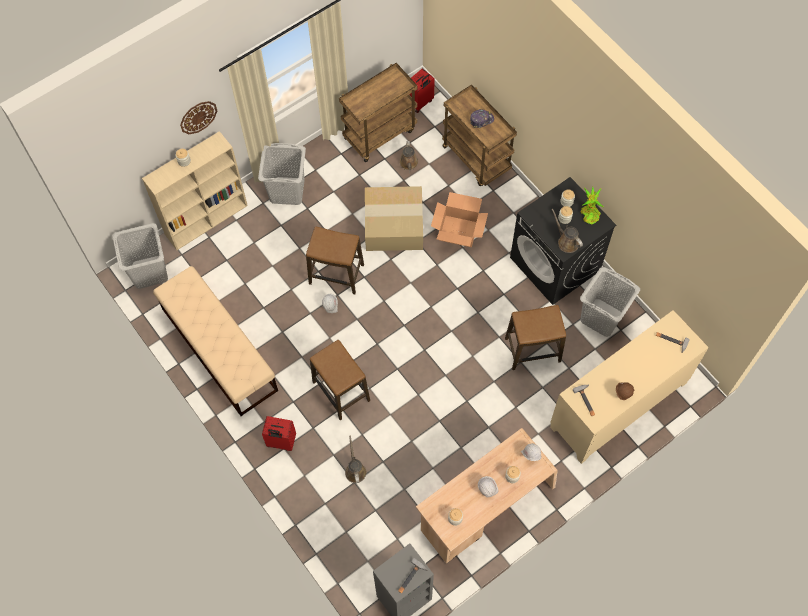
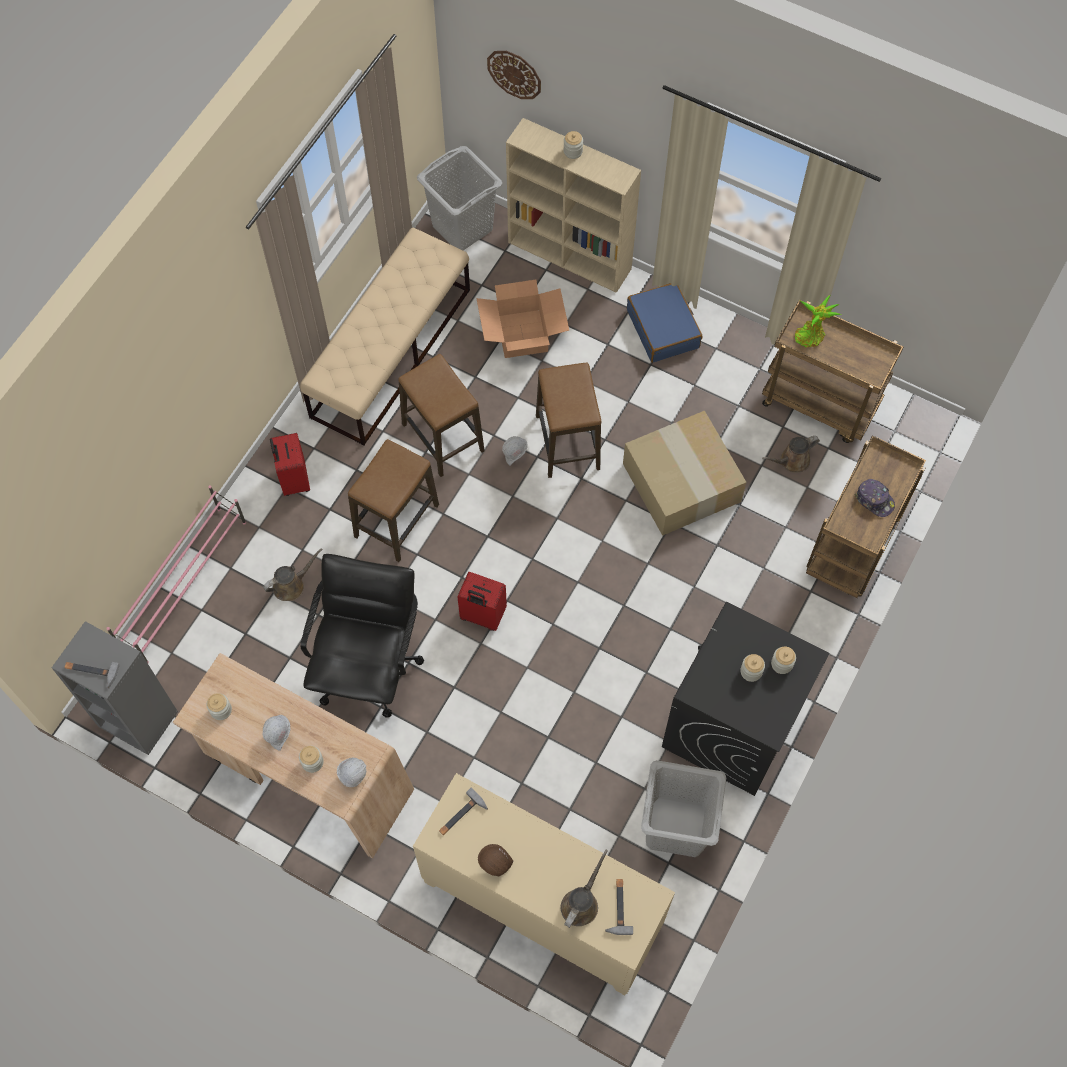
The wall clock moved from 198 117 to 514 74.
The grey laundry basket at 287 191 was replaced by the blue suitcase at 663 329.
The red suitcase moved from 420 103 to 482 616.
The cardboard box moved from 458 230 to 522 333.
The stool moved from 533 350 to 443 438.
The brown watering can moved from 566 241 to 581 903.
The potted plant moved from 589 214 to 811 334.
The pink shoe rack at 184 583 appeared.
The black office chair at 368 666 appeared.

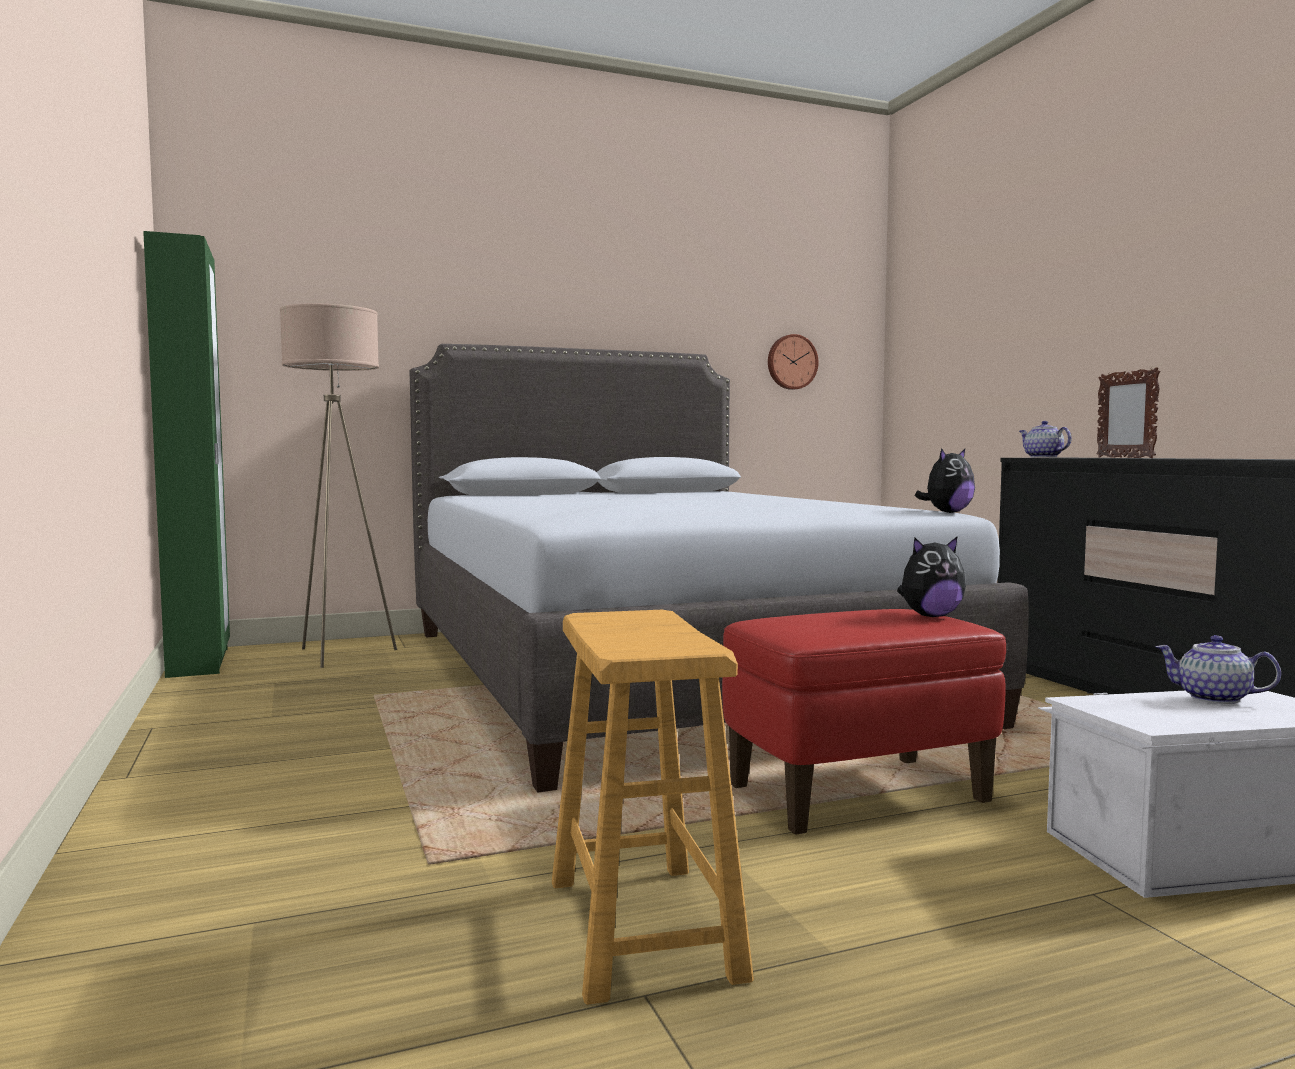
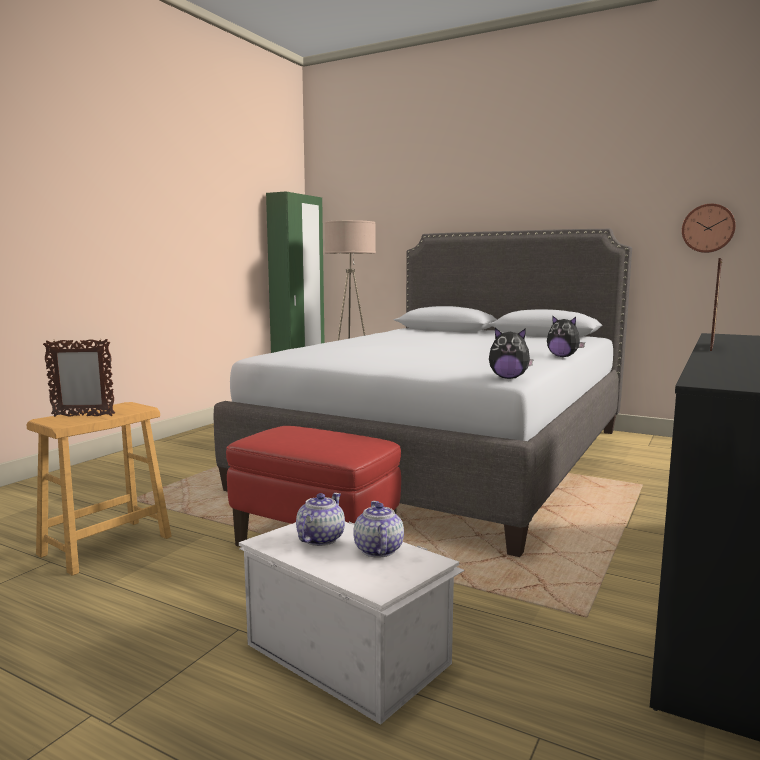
The plush toy moved from 930 616 to 563 357.
The teapot moved from 1042 457 to 320 538.
The picture frame at 83 416 appeared.

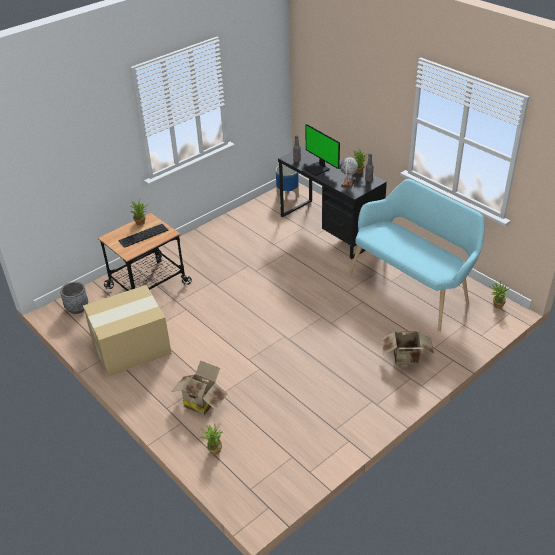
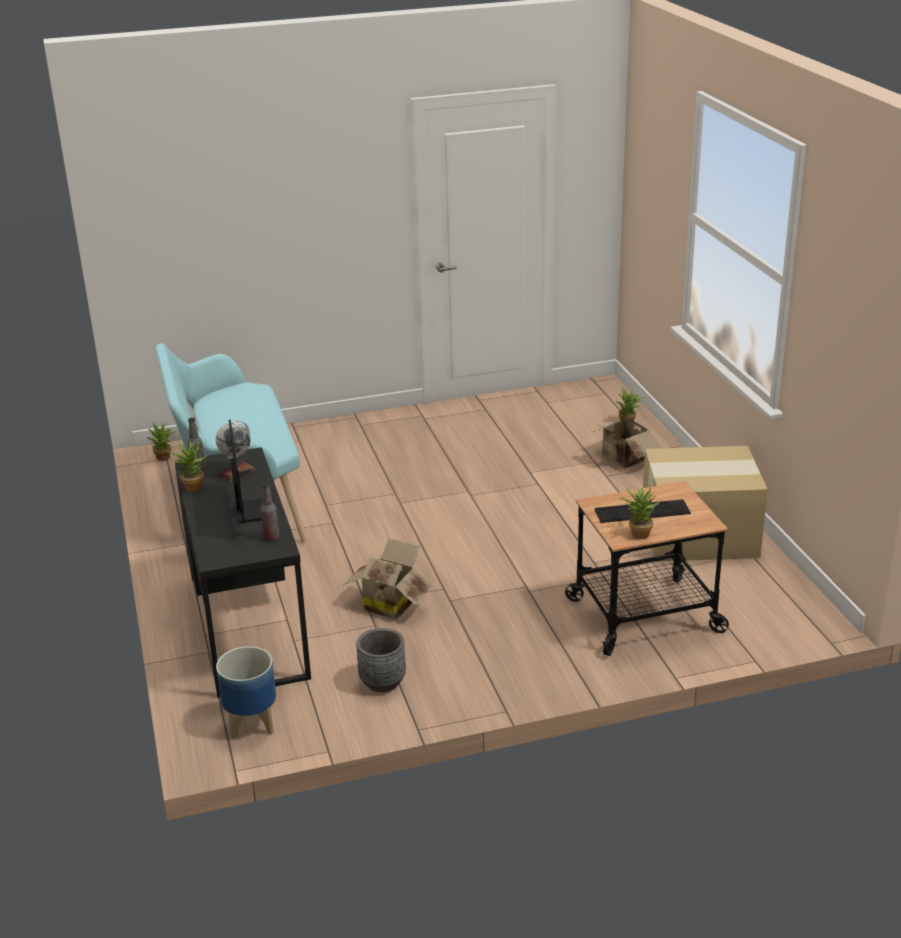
The grey planter moved from 77 308 to 382 682.
The cardboard box moved from 406 359 to 390 604.

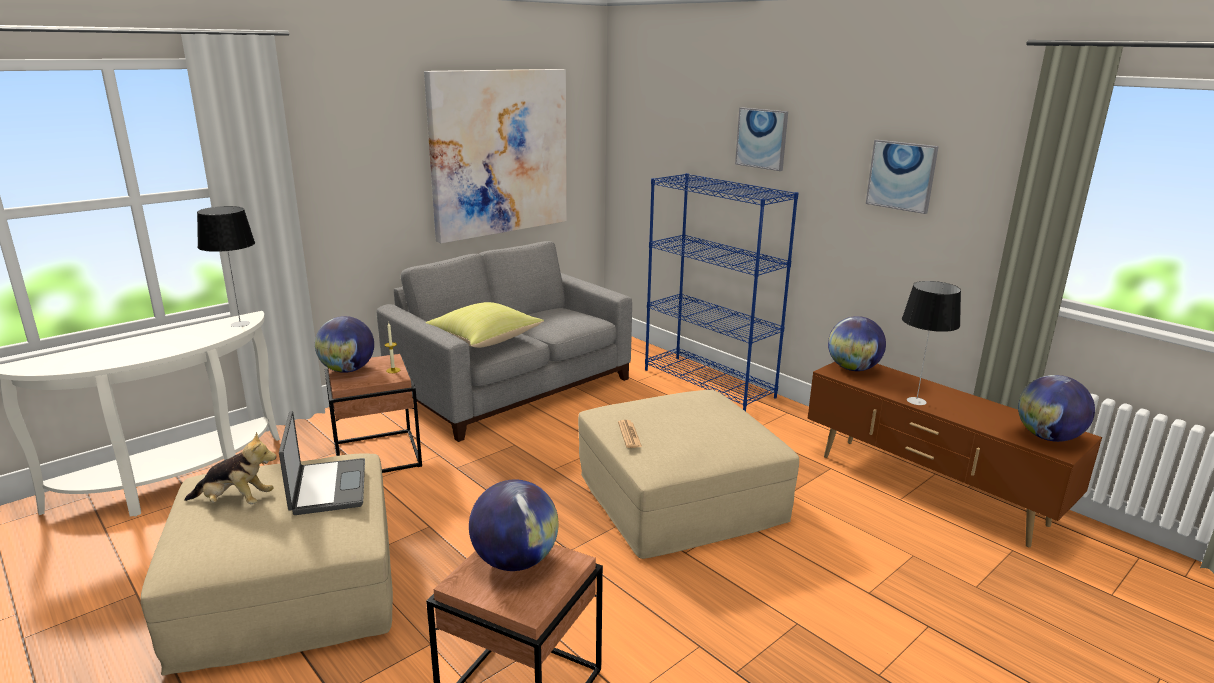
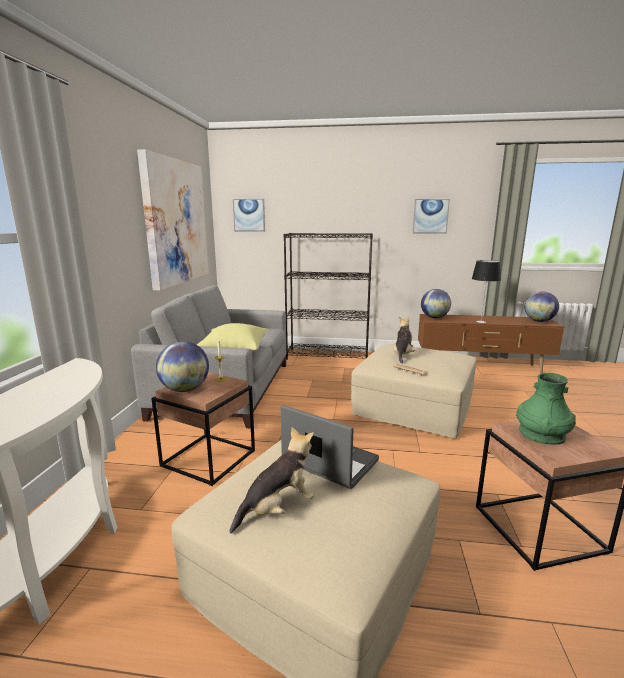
The table lamp at 240 323 disappeared.
The globe at 515 561 was replaced by the green vase at 541 434.
The blue bookcase at 709 383 became the black bookcase at 328 356.
The picture moved from 762 138 to 249 215.
The plush toy at 402 355 appeared.

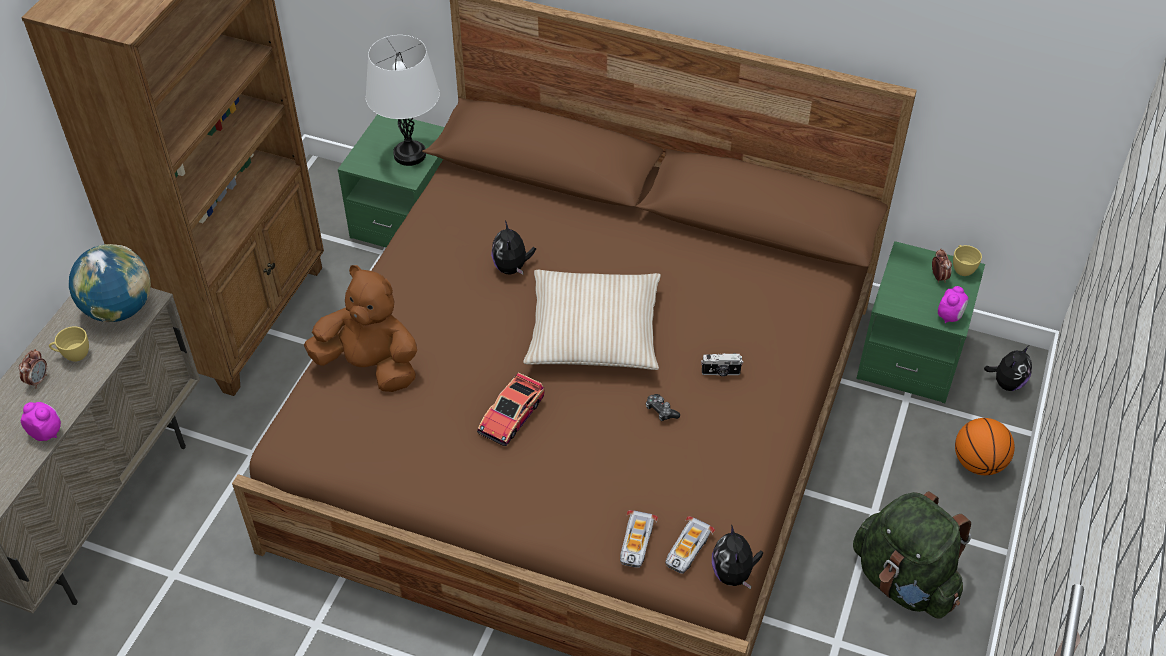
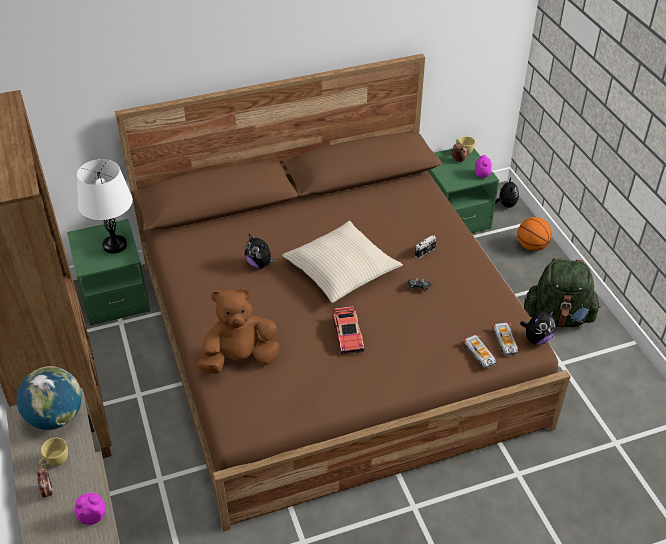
The plush toy at 733 574 turned 75 degrees counterclockwise.

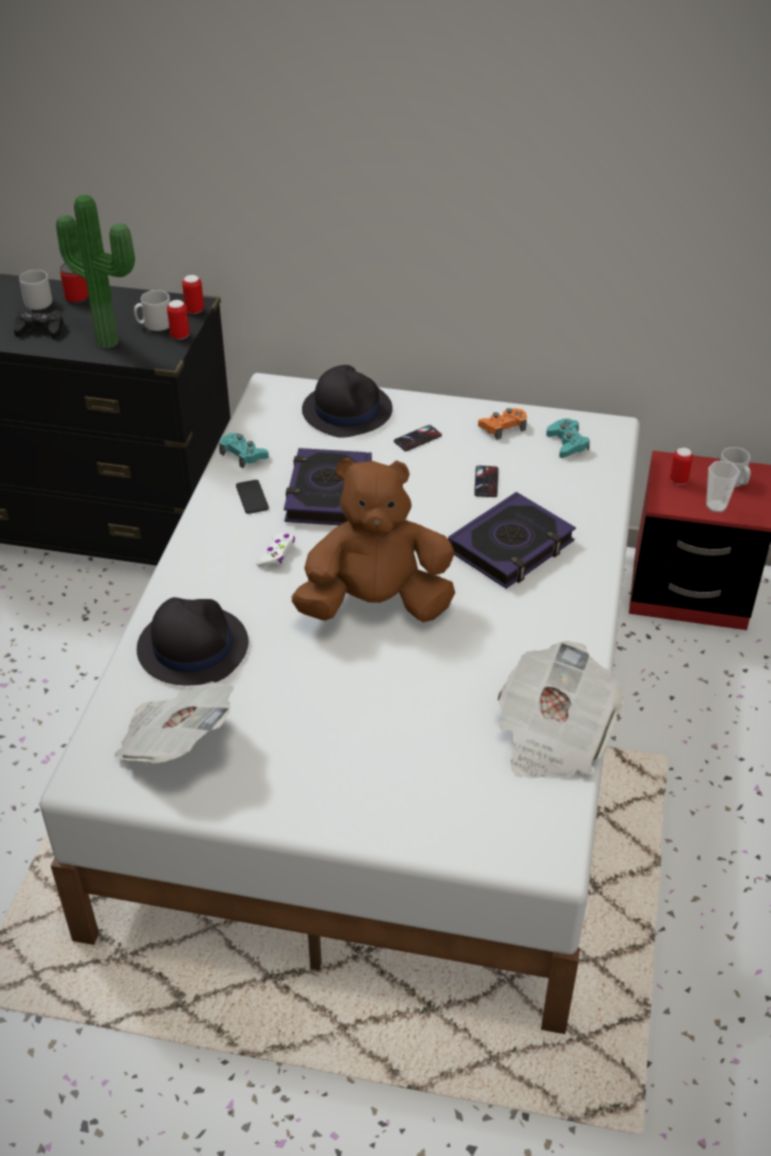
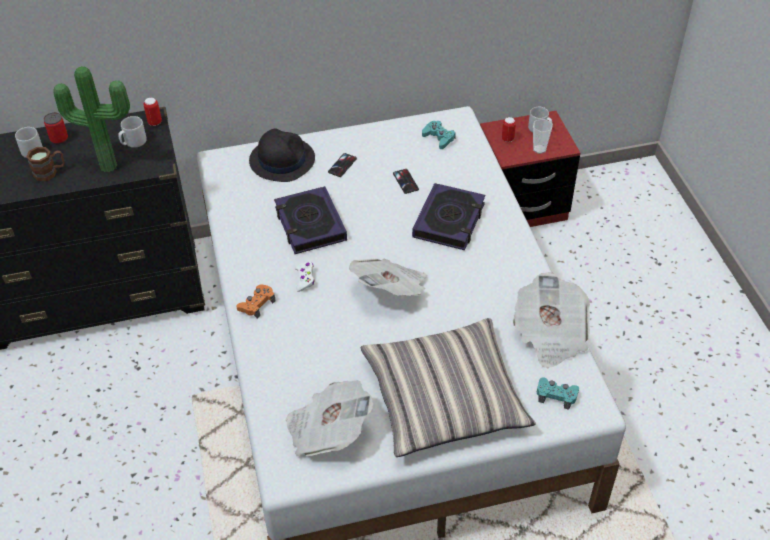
The black game controller at 40 329 was replaced by the brown mug at 50 172.
The black hat at 192 646 disappeared.
The can at 180 336 disappeared.
The turquoise game controller moved from 243 455 to 556 395.
The phone at 252 497 disappeared.
The brown plush toy at 376 604 was replaced by the newspaper at 391 290.
The orange game controller moved from 503 427 to 257 304.
The pillow at 445 397 appeared.

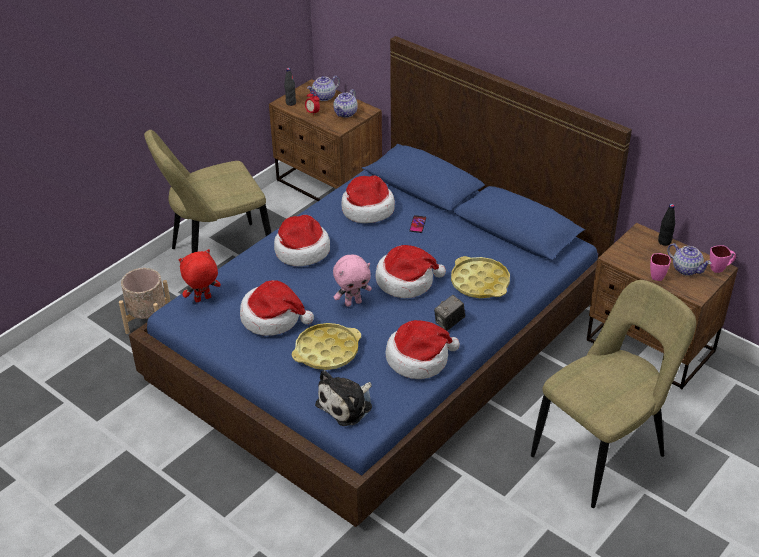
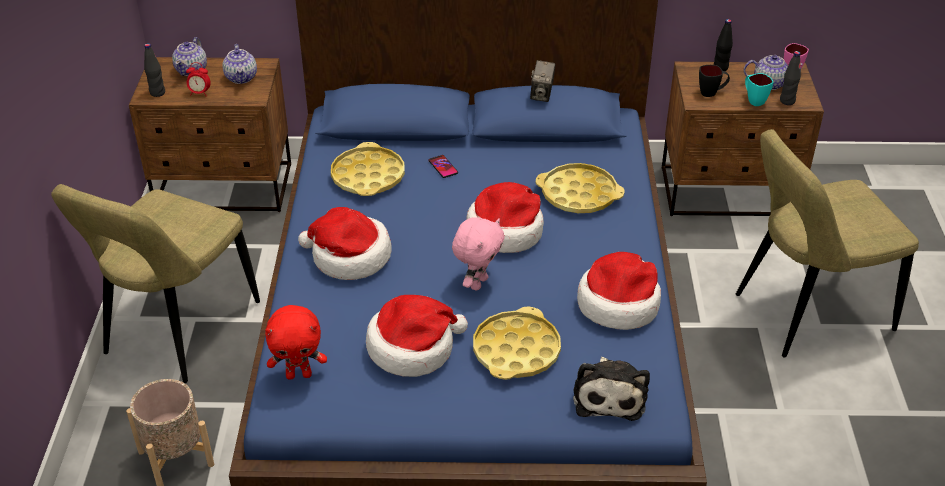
The red plush toy at 203 299 turned 120 degrees counterclockwise.
The hat at 367 209 was replaced by the yellow tray at 368 176.
The photo camera moved from 449 323 to 542 95.
The beige chair at 602 453 turned 120 degrees counterclockwise.
The pink mug at 657 274 became the turquoise mug at 753 100.
The black mug at 711 93 appeared.
The black bottle at 787 101 appeared.

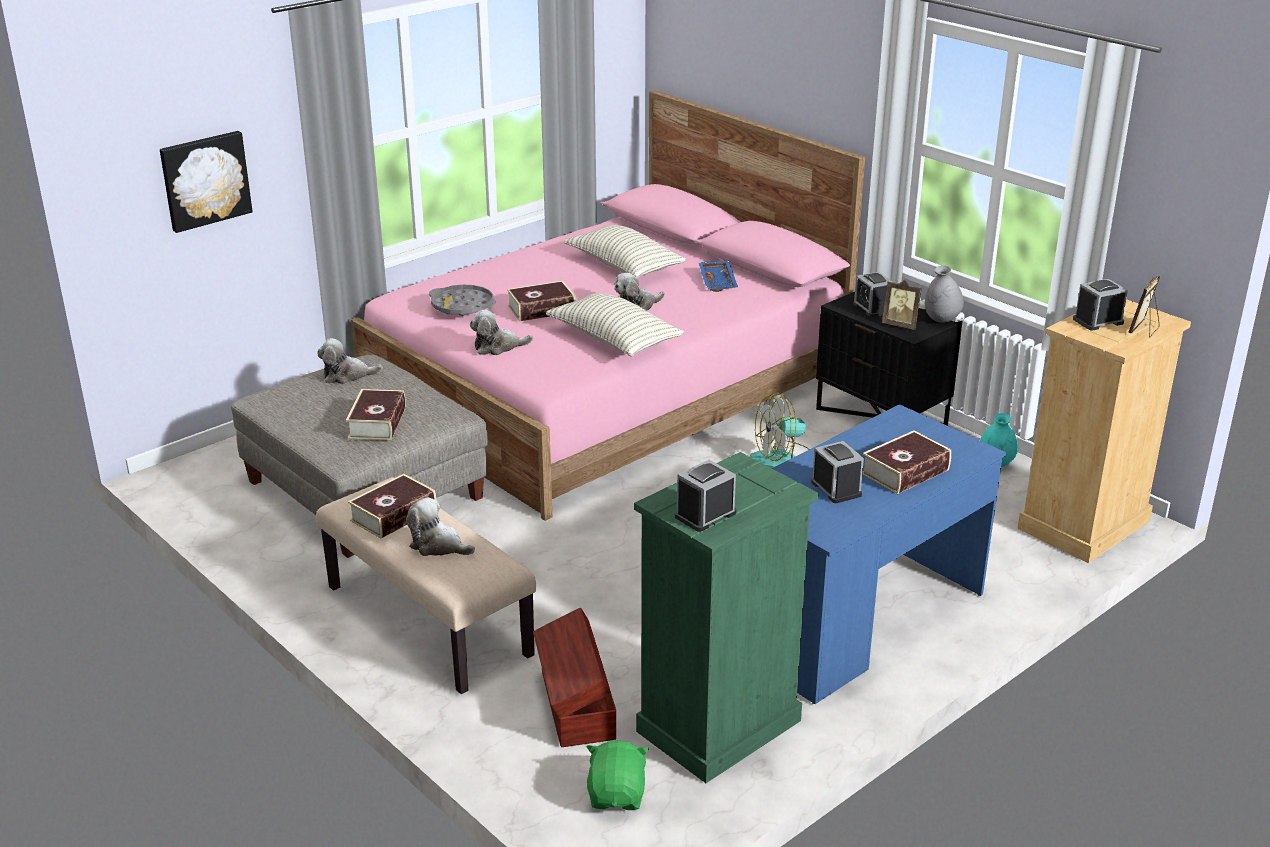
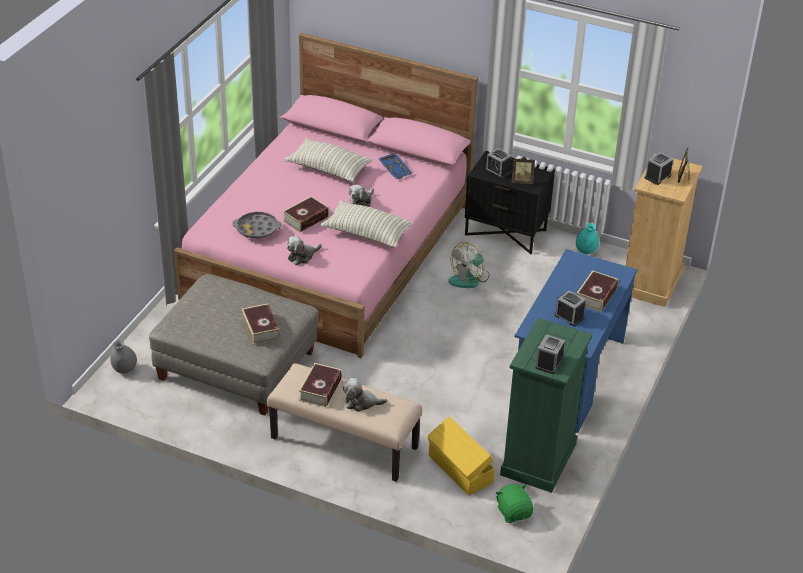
The picture at 205 180 disappeared.
The plush toy at 347 376 disappeared.
The brown storage box at 576 705 became the yellow storage box at 460 470.
The grey vase moved from 941 320 to 124 370.

